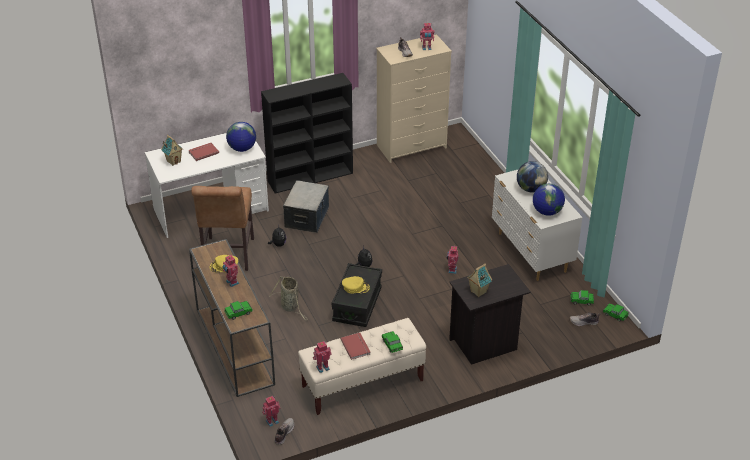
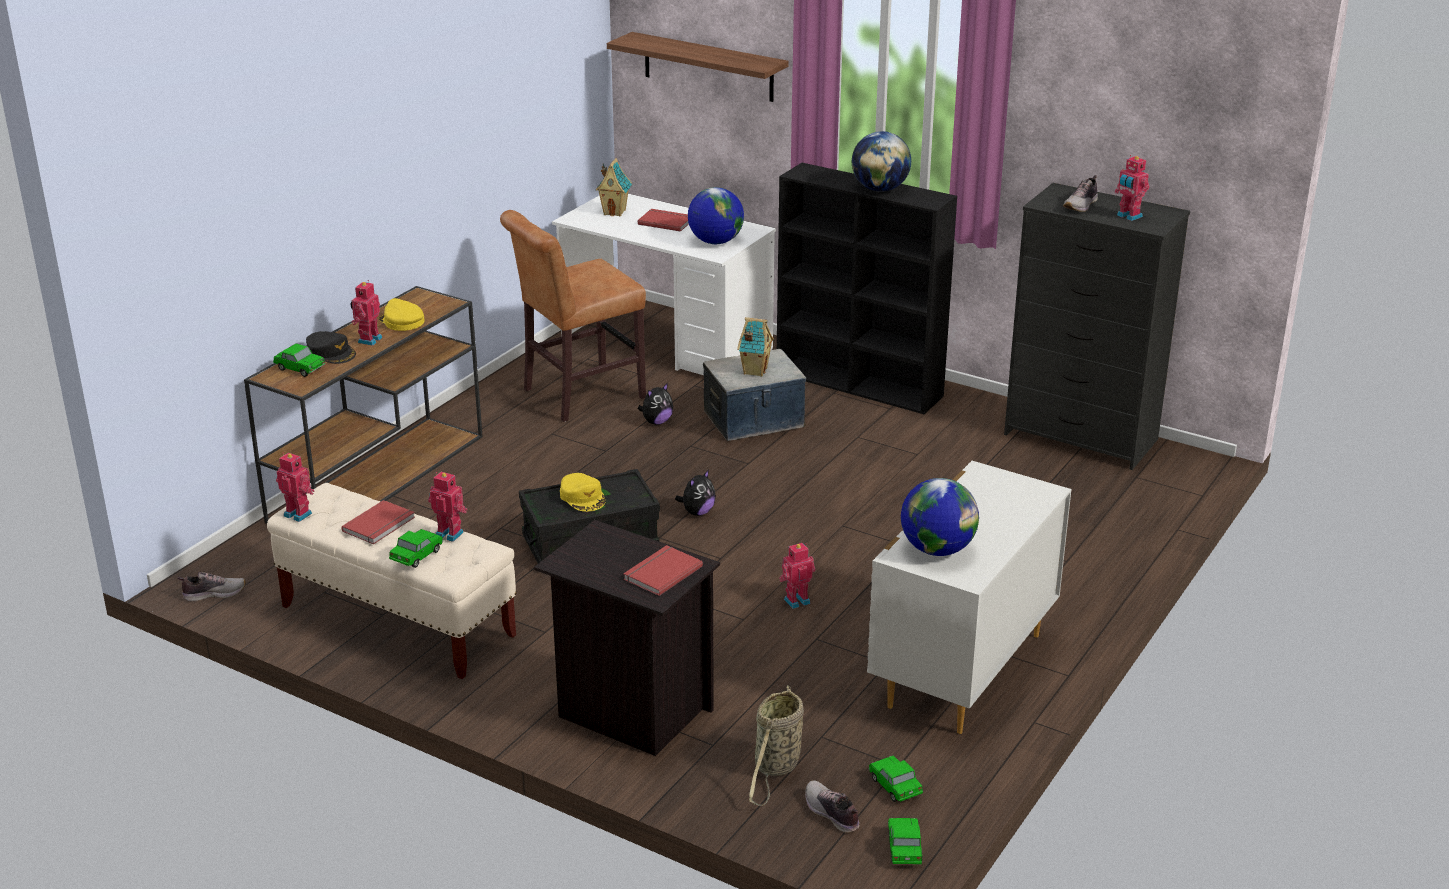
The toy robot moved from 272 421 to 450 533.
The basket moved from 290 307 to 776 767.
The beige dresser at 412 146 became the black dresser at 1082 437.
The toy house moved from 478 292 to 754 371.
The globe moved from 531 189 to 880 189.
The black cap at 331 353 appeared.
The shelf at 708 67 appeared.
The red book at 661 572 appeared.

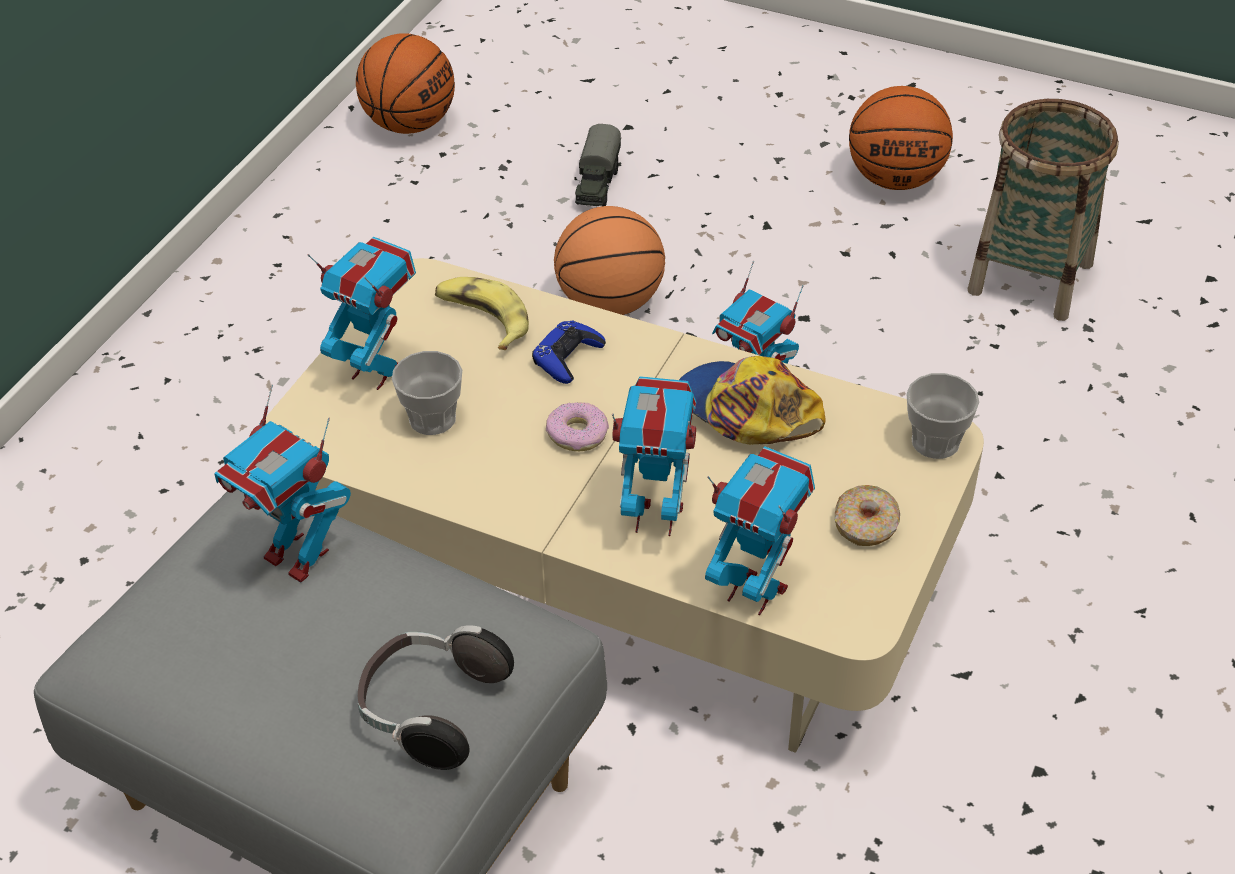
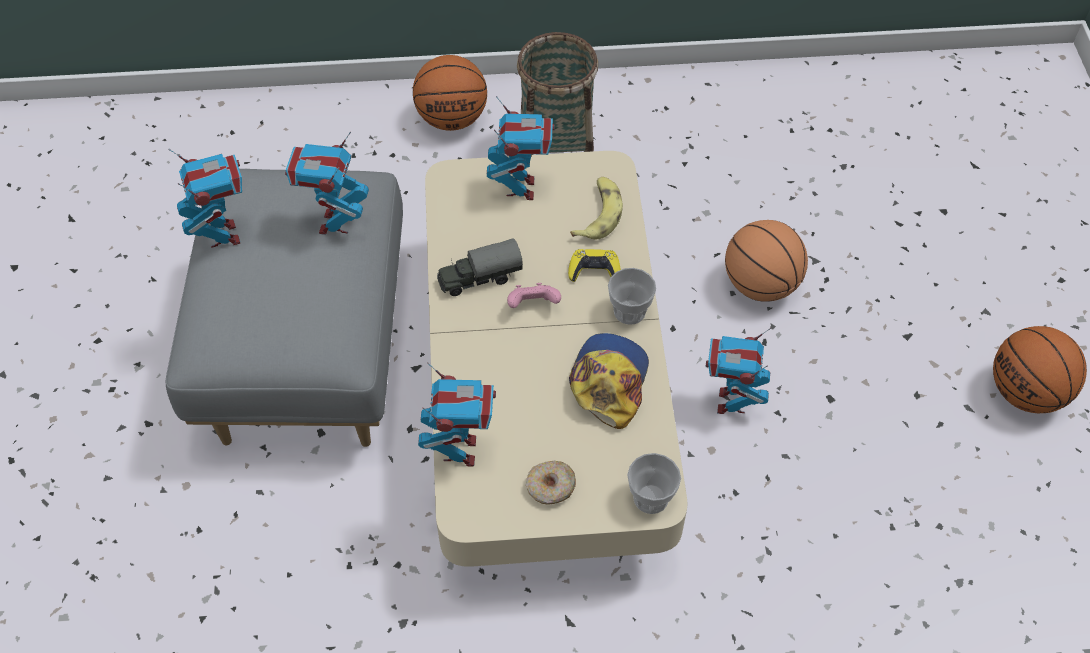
The basketball moved from 410 124 to 452 119.
The headphones at 431 710 disappeared.
The cup moved from 432 418 to 629 311.
The blue game controller at 567 357 became the yellow game controller at 594 270.
The donut at 577 433 was replaced by the pink game controller at 533 305.
The toy truck moved from 597 185 to 479 278.
The toy robot moved from 655 516 to 223 235.
The basket moved from 1030 278 to 556 150.

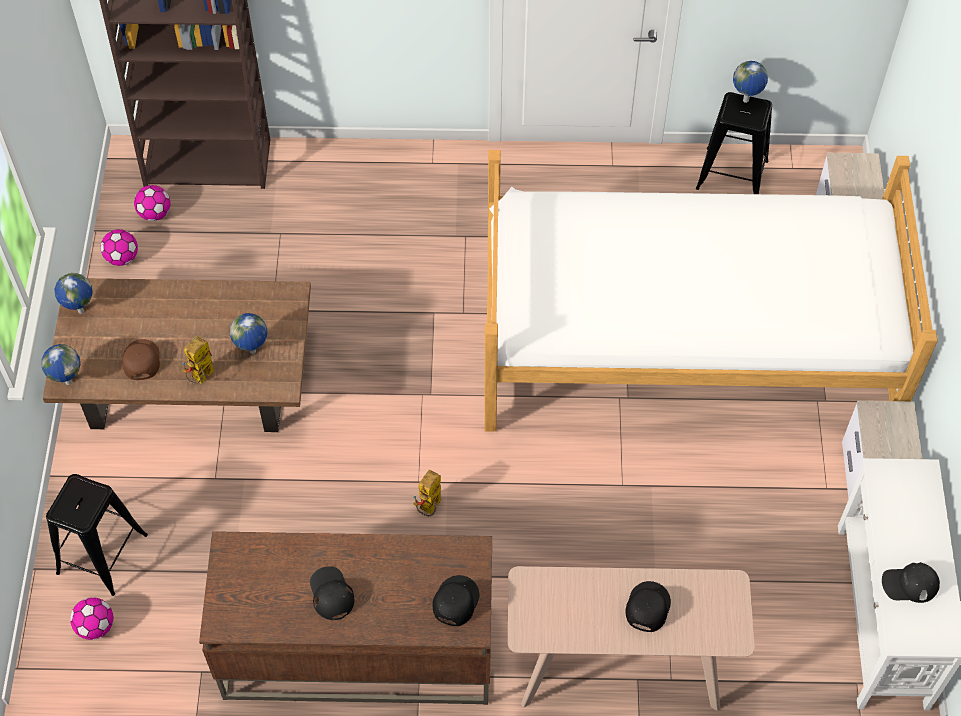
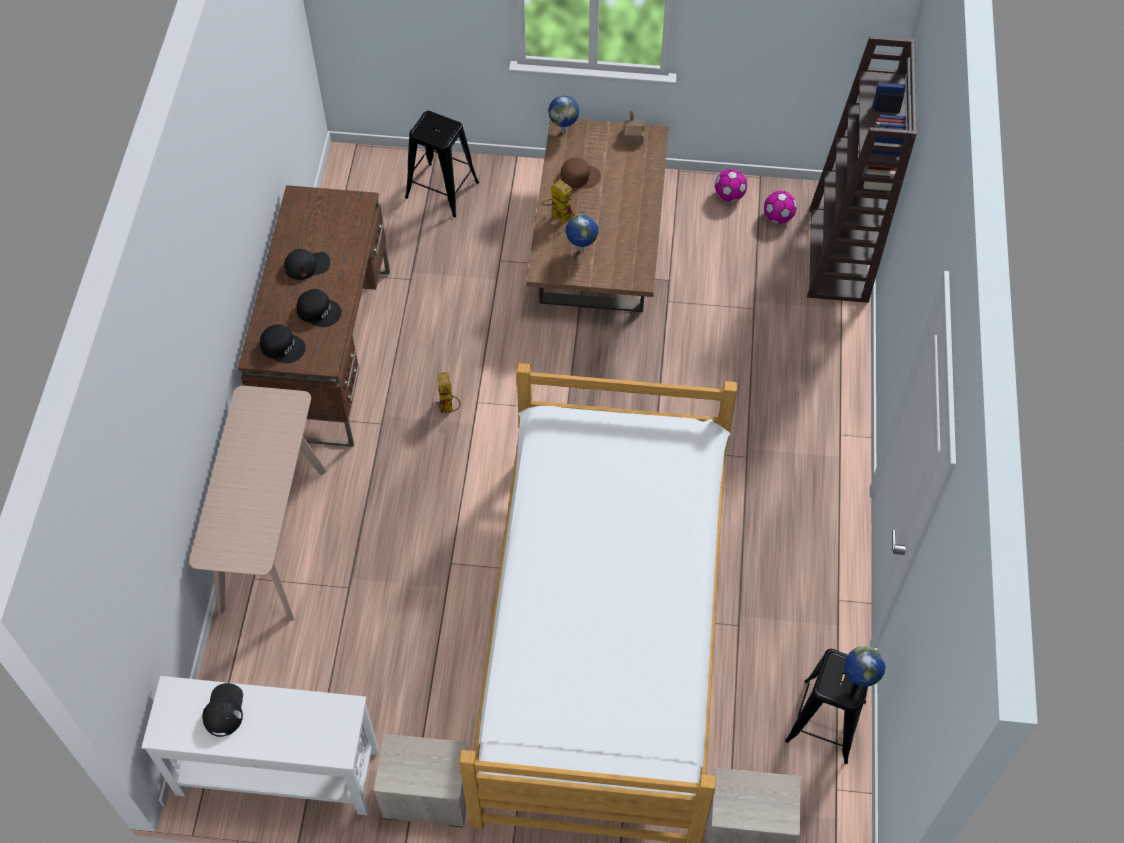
The globe at 80 311 was replaced by the toy house at 633 136.
The football at 96 626 disappeared.
The toy robot at 429 509 turned 135 degrees counterclockwise.
The black cap moved from 647 607 to 319 310.

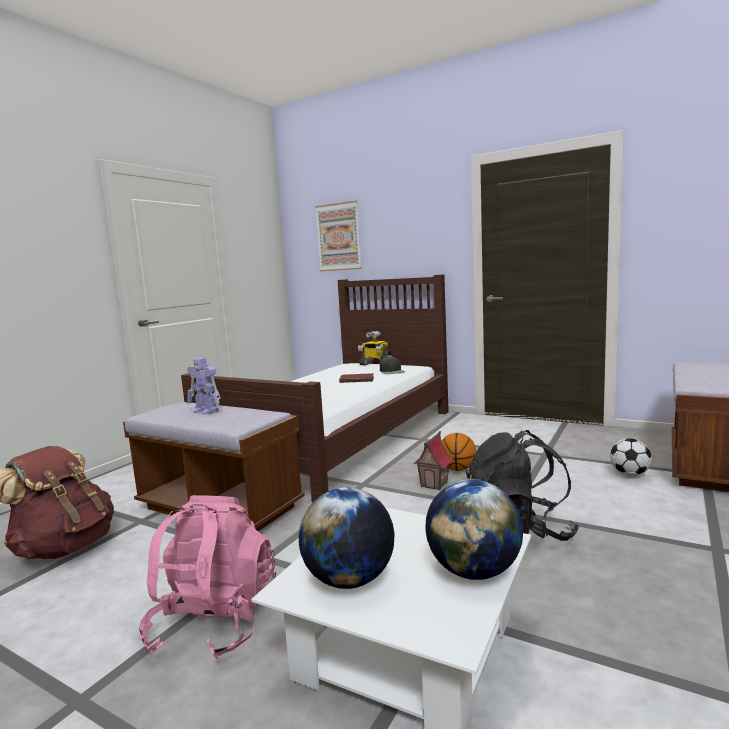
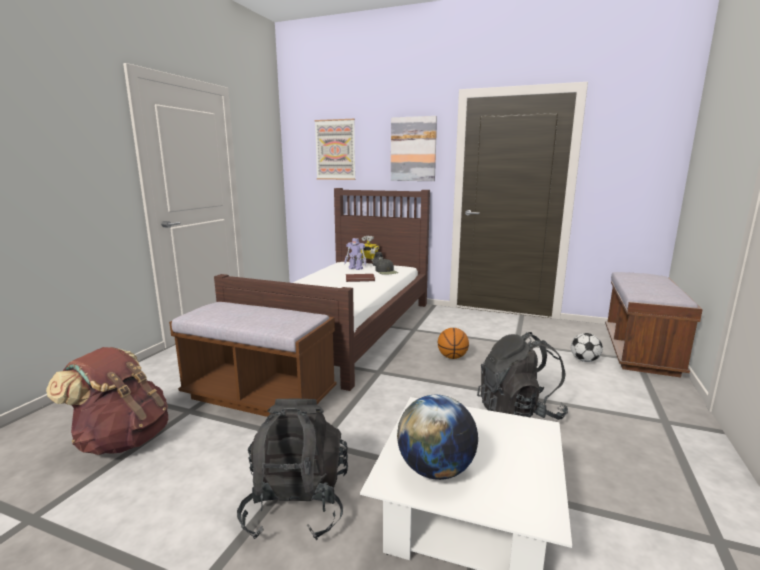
The pink backpack at 215 622 became the black backpack at 297 505.
The toy robot moved from 206 411 to 356 268.
The toy house at 434 484 disappeared.
The globe at 474 571 disappeared.
The picture at 413 149 appeared.

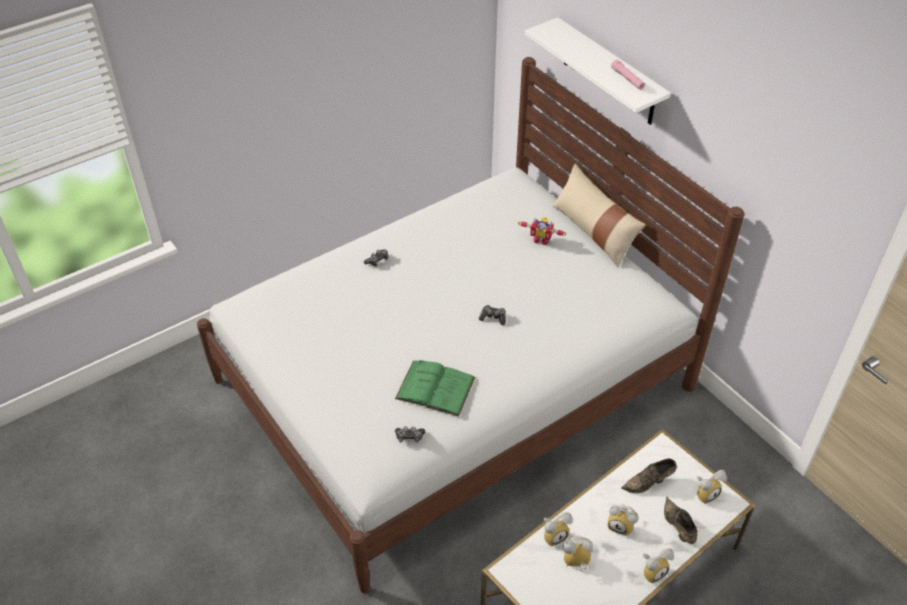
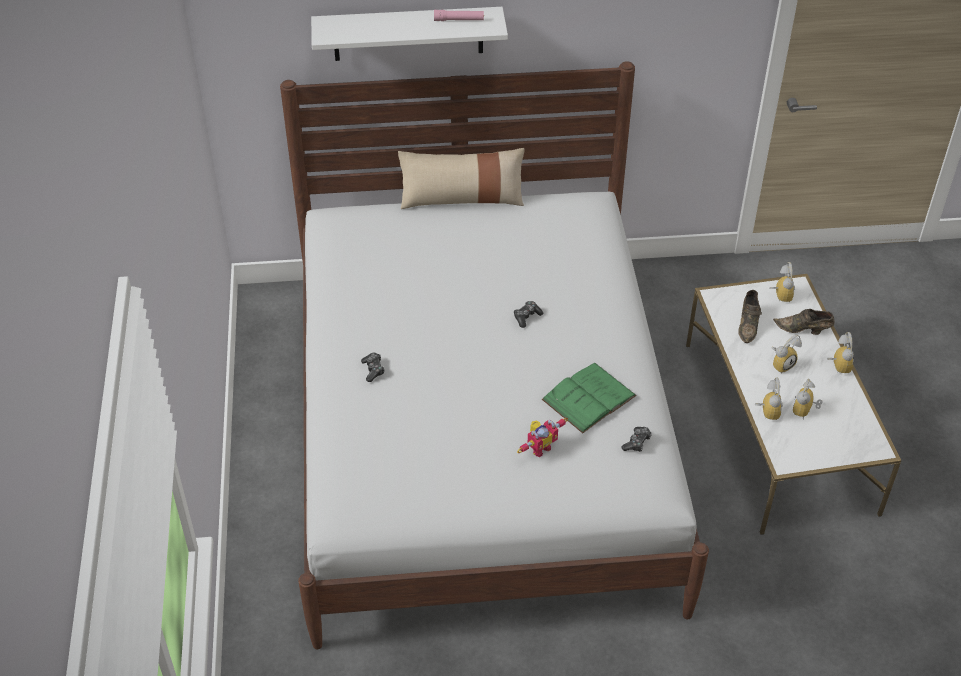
The toy robot moved from 541 239 to 539 447.

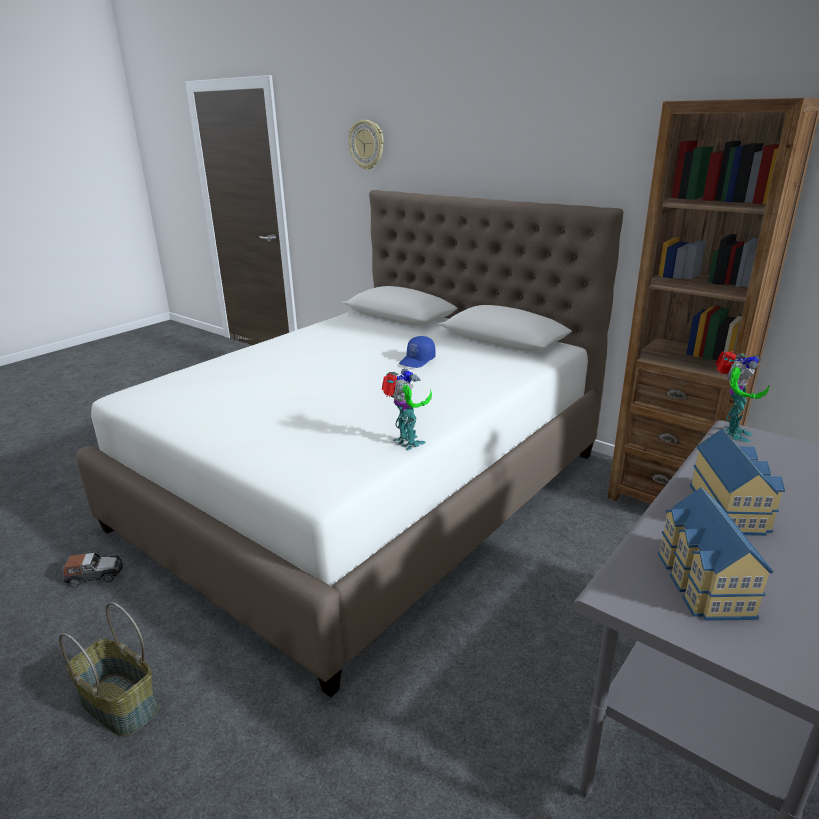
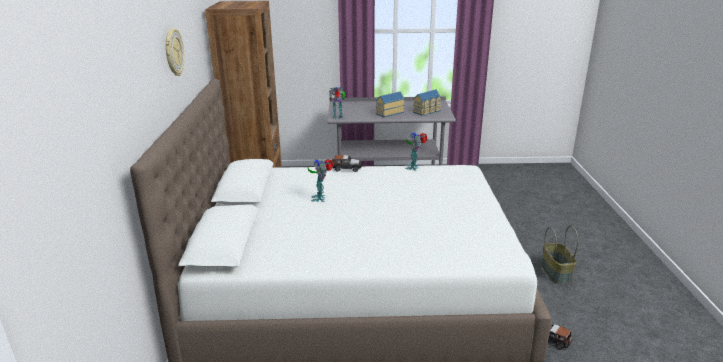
The wall clock moved from 367 145 to 173 52.
The blue cap at 417 361 was replaced by the toy robot at 320 198.
The toy car at 346 168 appeared.

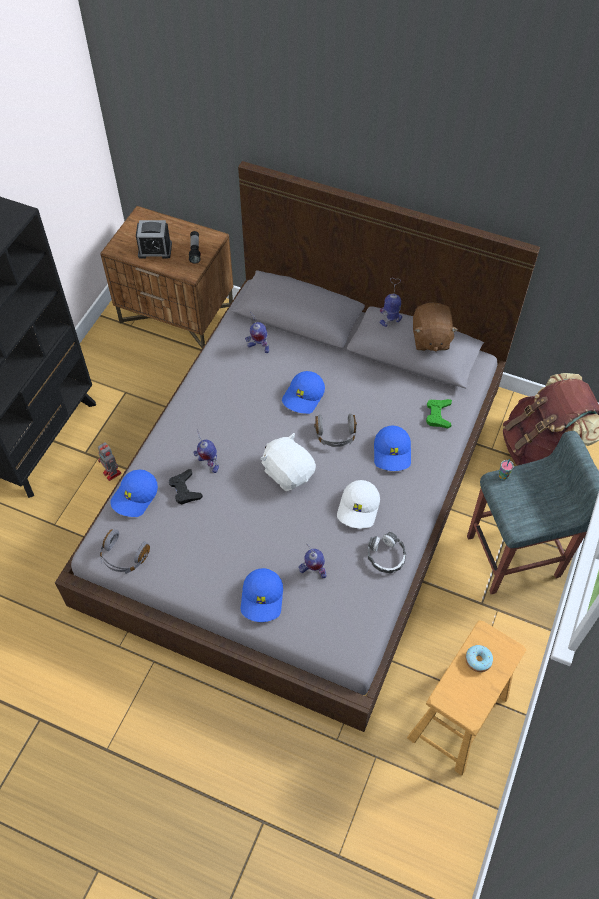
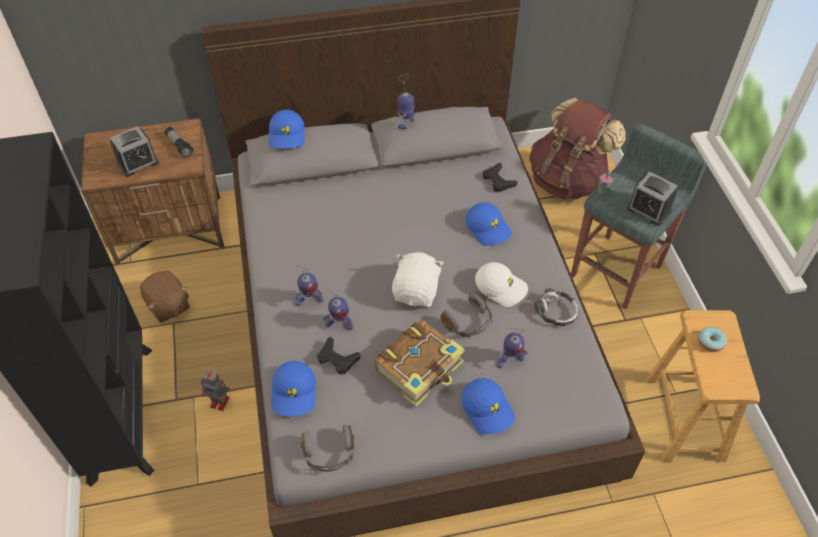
The toy robot moved from 258 347 to 309 301.
The white plush toy at 288 472 turned 90 degrees clockwise.
The blue cap moved from 304 397 to 287 136.
The grey headphones moved from 335 435 to 468 322.
The white cap at 359 508 turned 45 degrees counterclockwise.
The brown plush toy moved from 430 339 to 168 306.
The green game controller at 438 415 became the black game controller at 498 181.
The book at 420 368 appeared.
The alarm clock at 648 209 appeared.

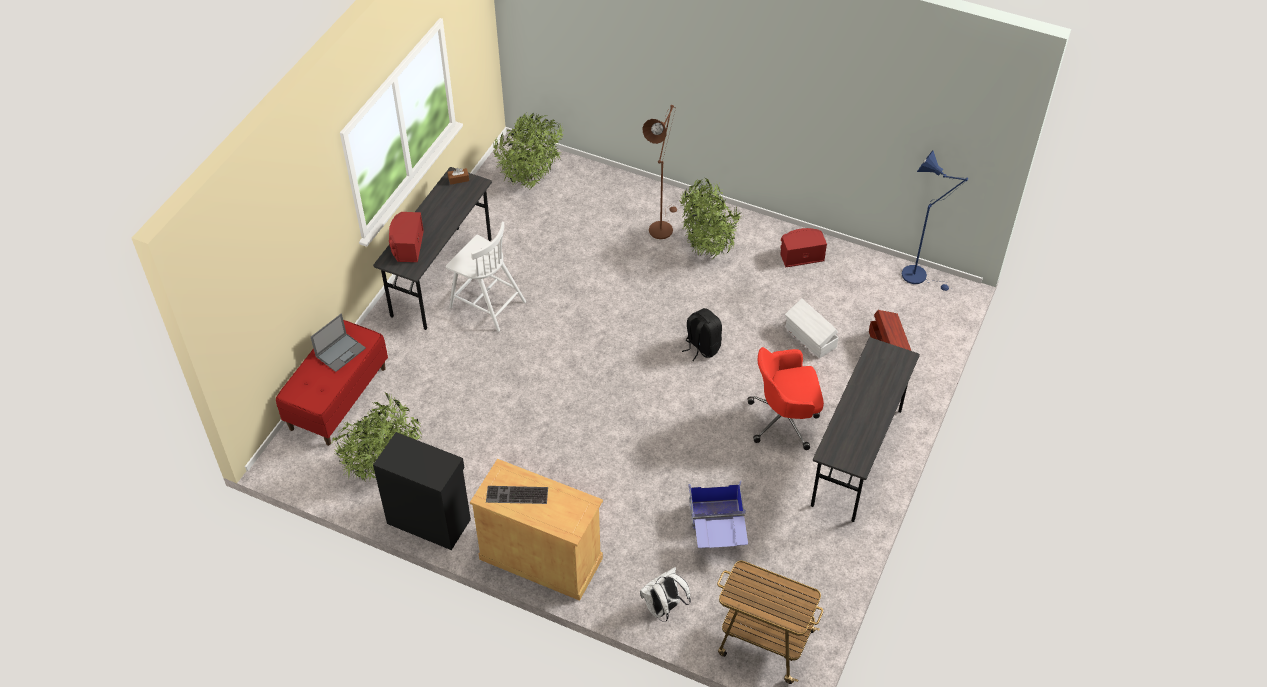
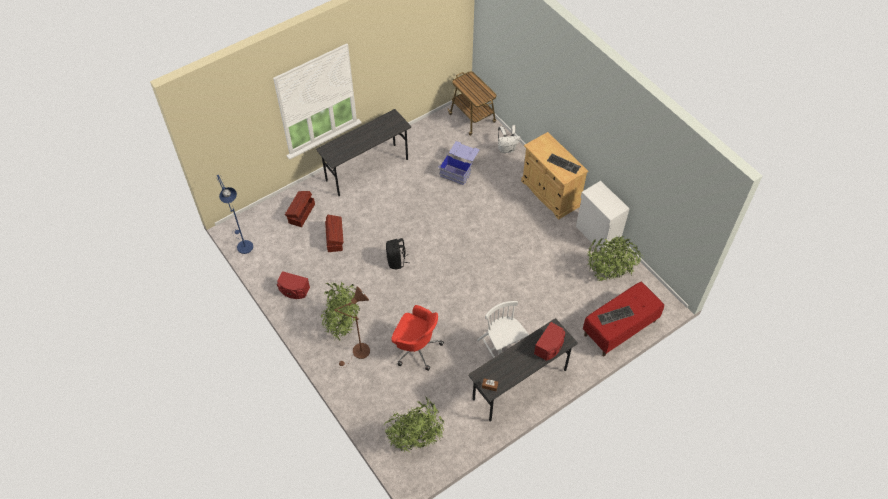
The laptop at 341 352 was replaced by the keyboard at 615 316.
The black cabinet at 429 520 became the white cabinet at 597 235.
The red office chair moved from 785 420 to 416 348.
The white storage box at 810 338 became the brown storage box at 335 238.

